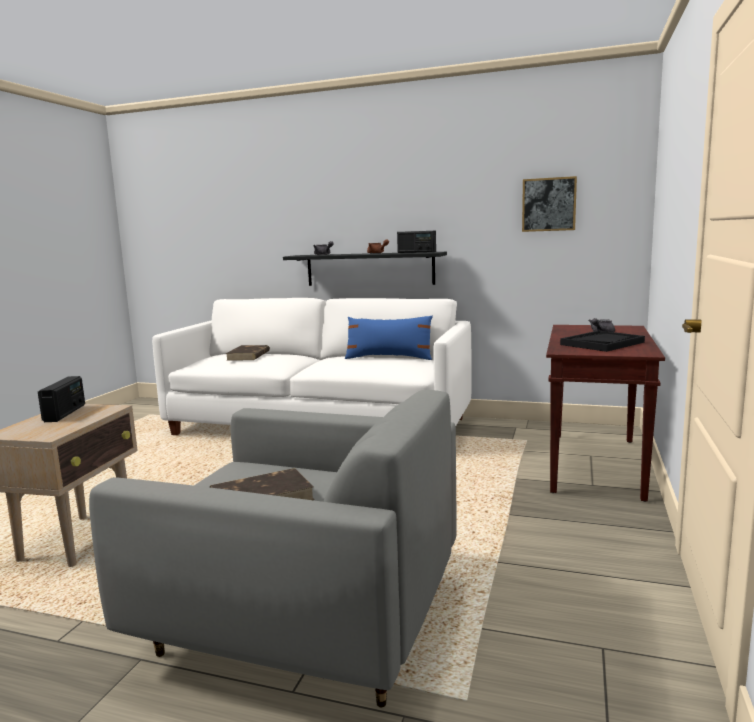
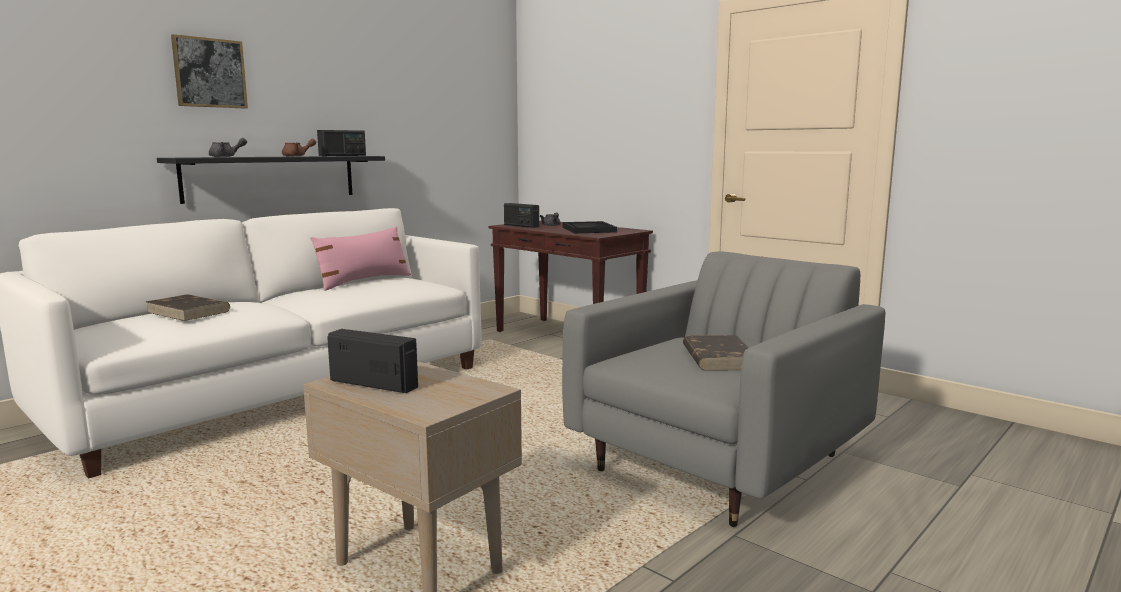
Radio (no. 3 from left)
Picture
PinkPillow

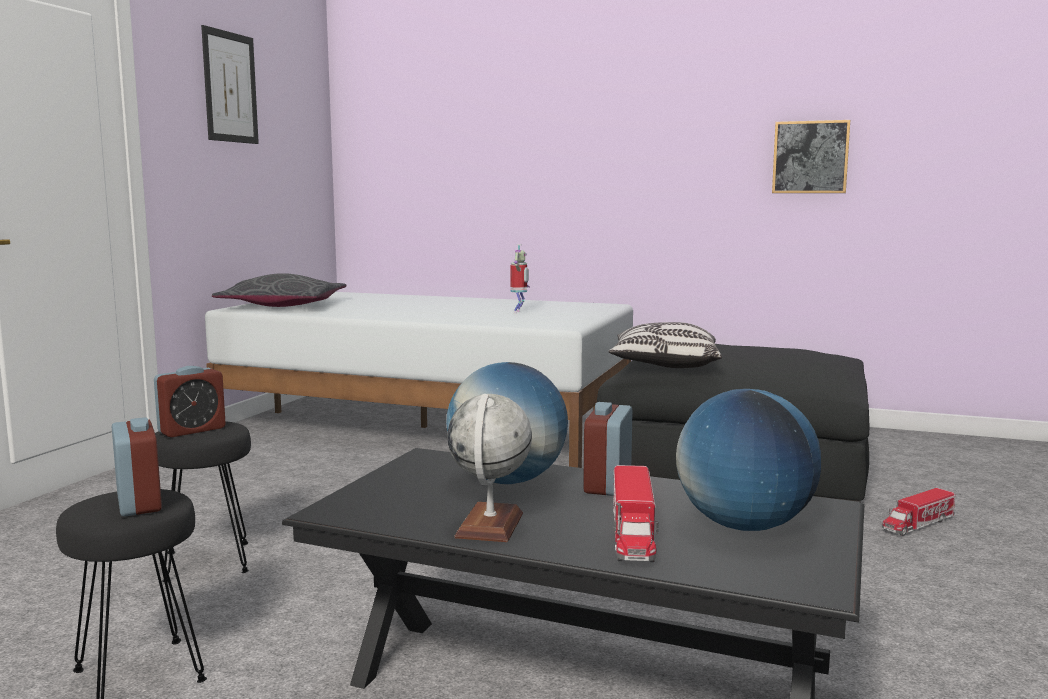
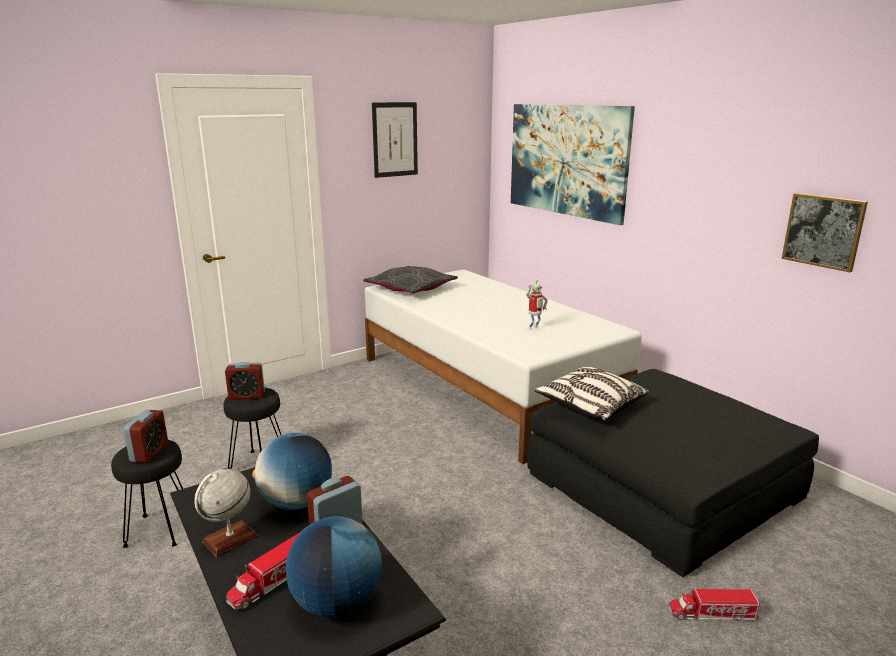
Picture (no. 2 from left)

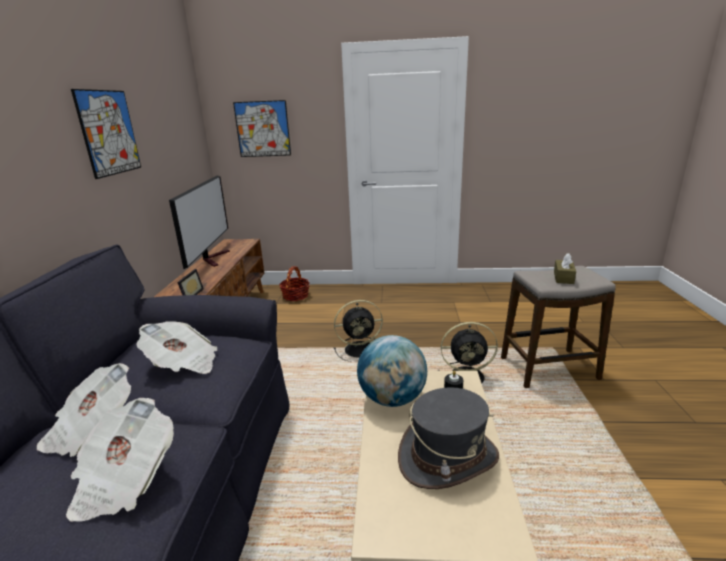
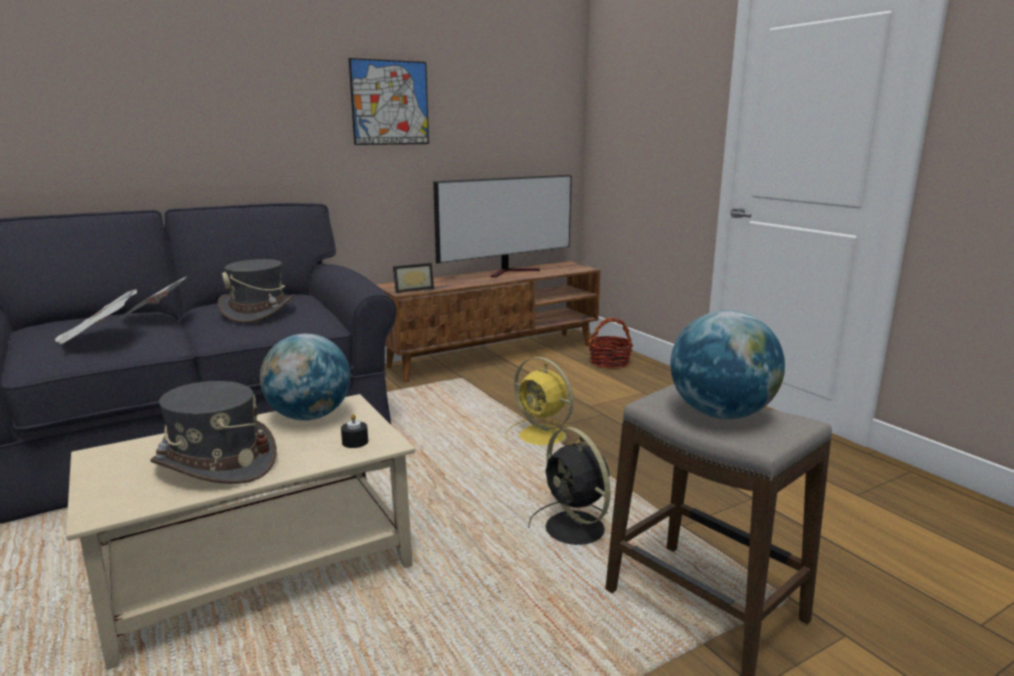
Picture (no. 2 from left in the first image)
GreyHat (no. 2 from left)
Globe (no. 2 from left)
YellowFan

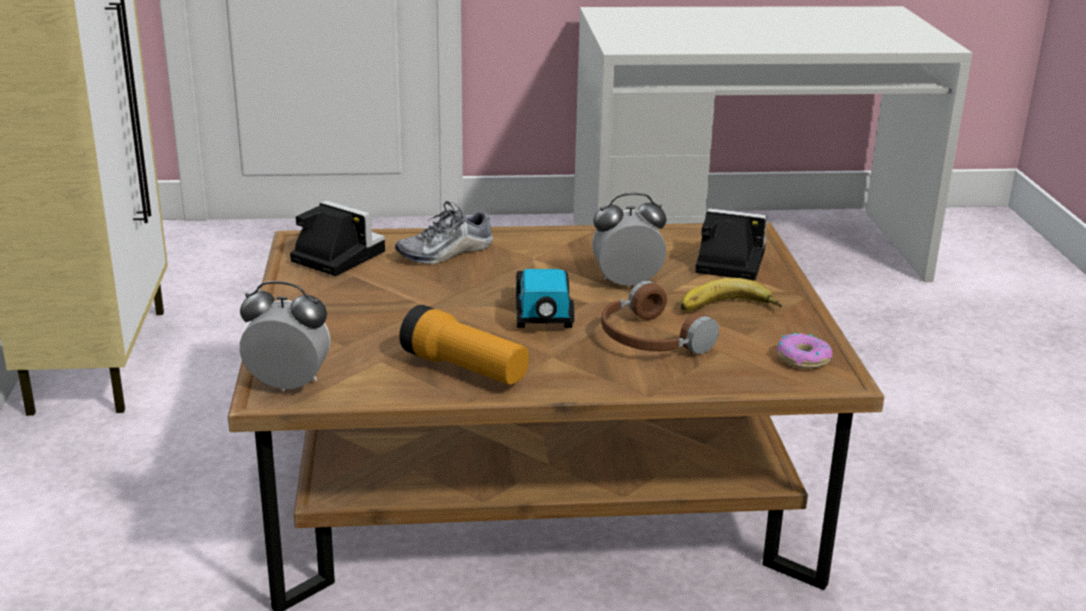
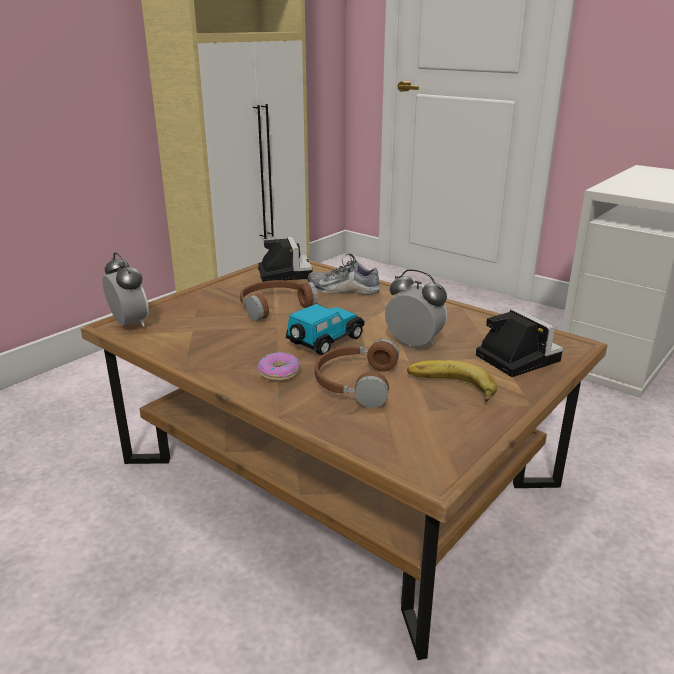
Flashlight
BrownHeadphones (no. 1 from left)
Donut

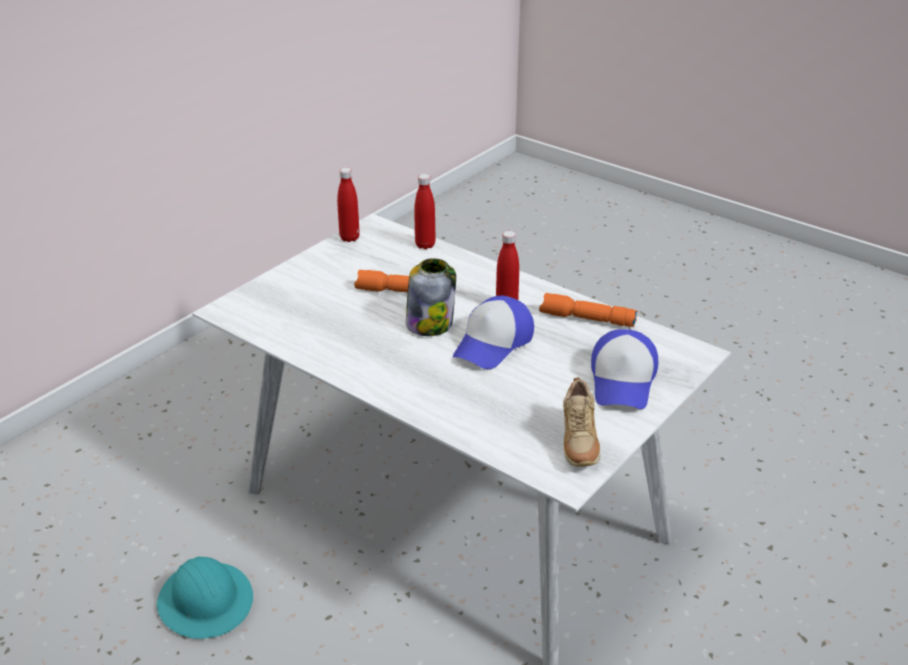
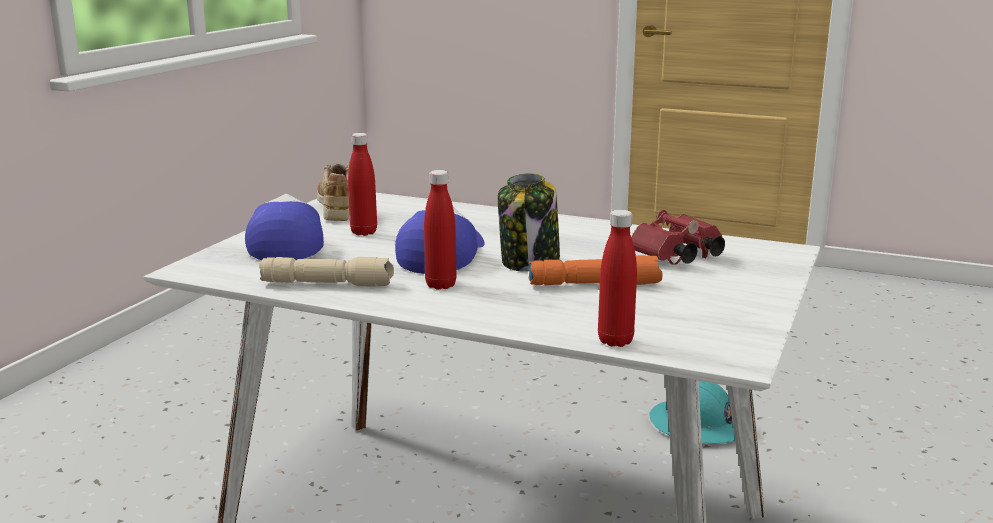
RedBinoculars
RedBottle (no. 1 from left)
BeigeFlashlight

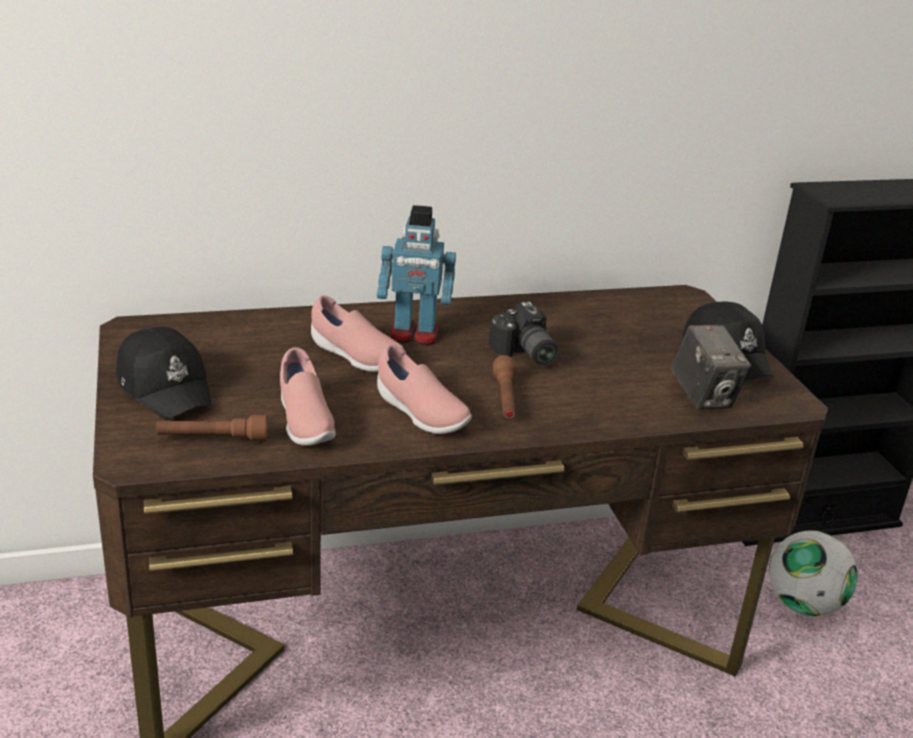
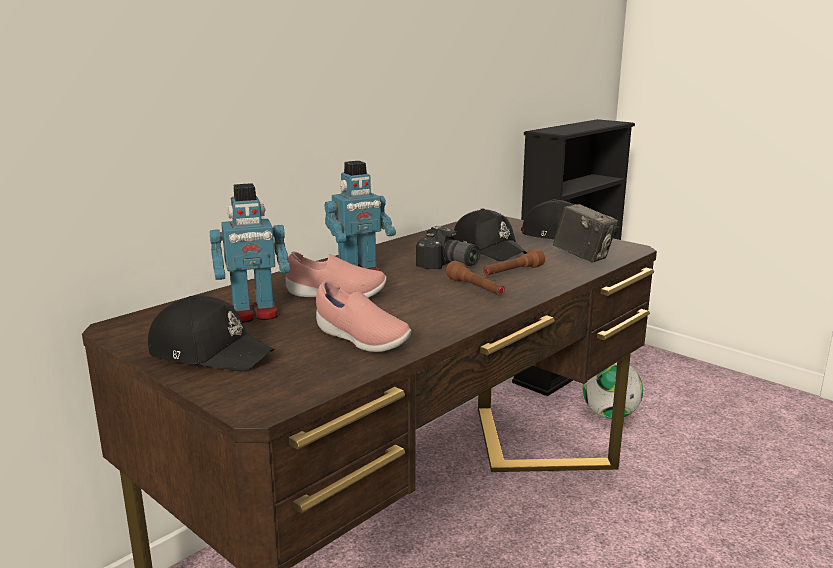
PinkShoe (no. 3 from left in the first image)
ToyRobot (no. 1 from left)
BlackCap (no. 2 from left)
BrownFlashlight (no. 2 from left)

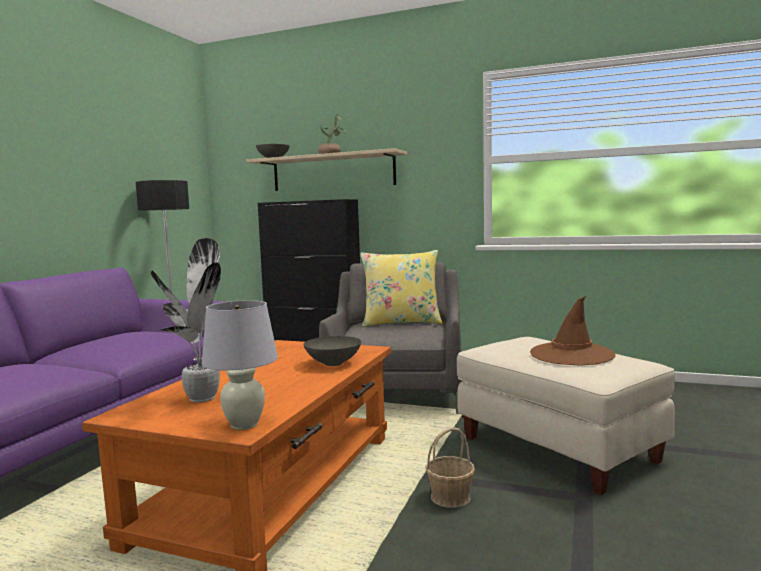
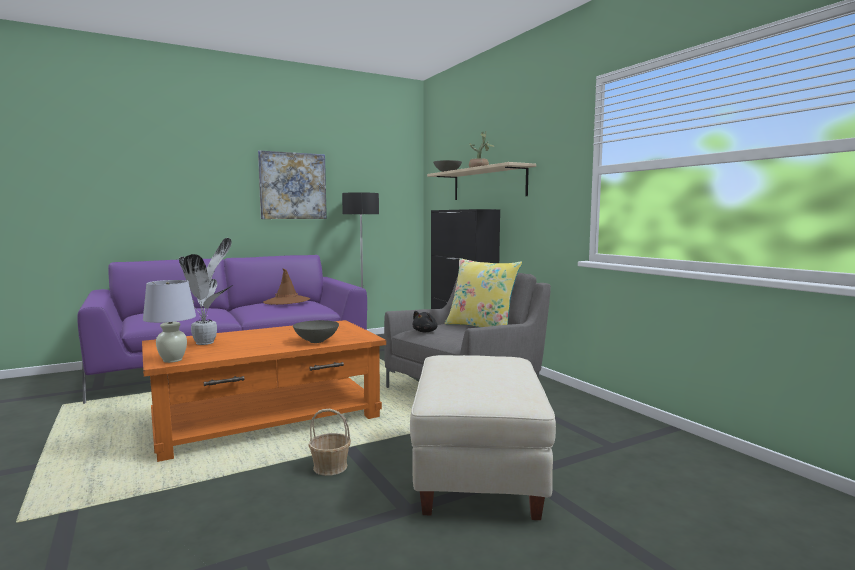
Picture
BlackPlushToy
BrownHat

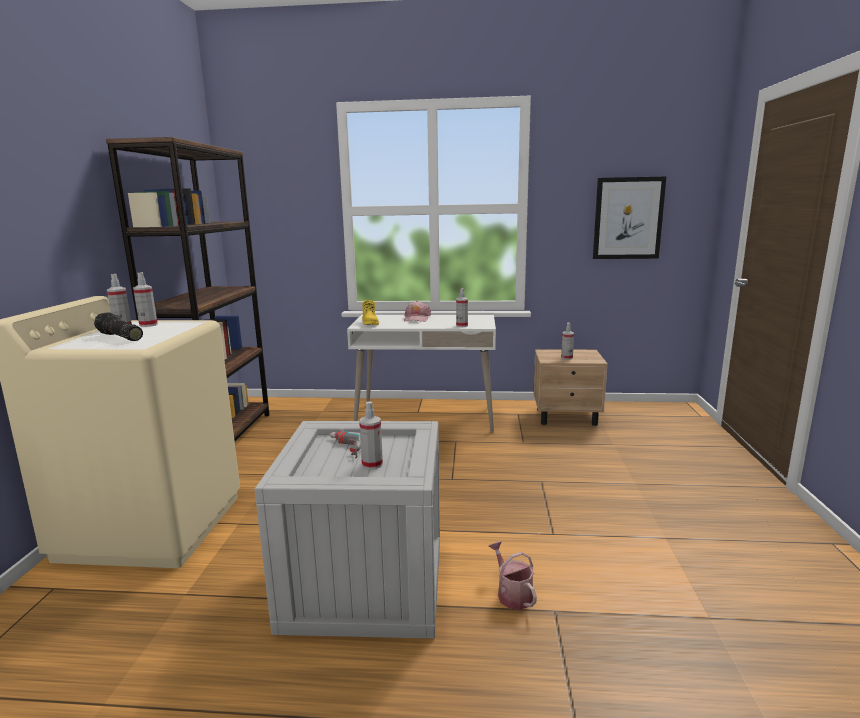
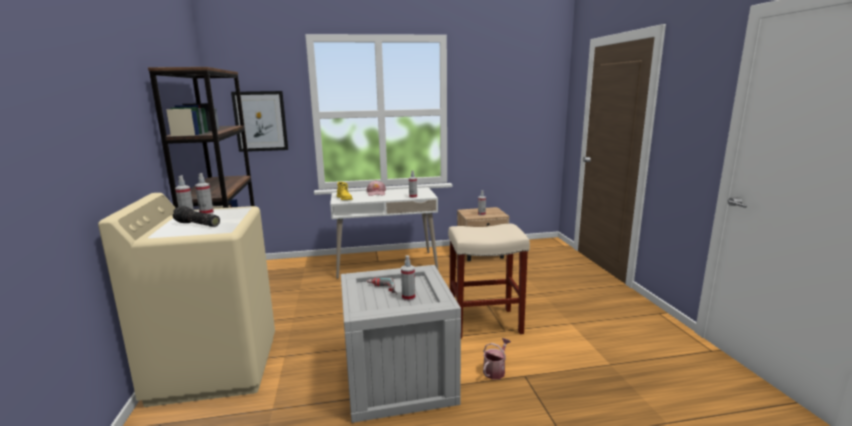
BeigeStool
Picture
WateringCan

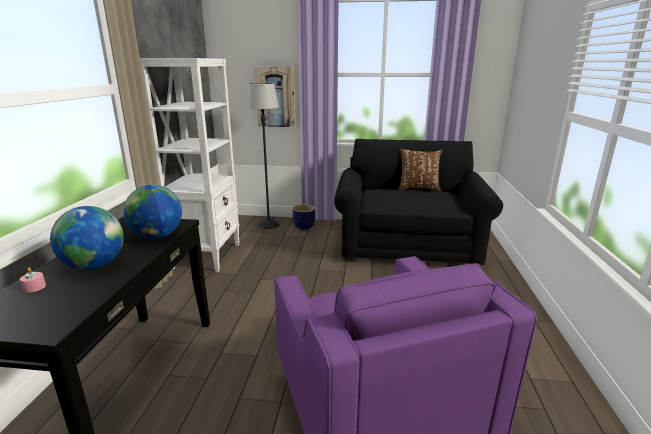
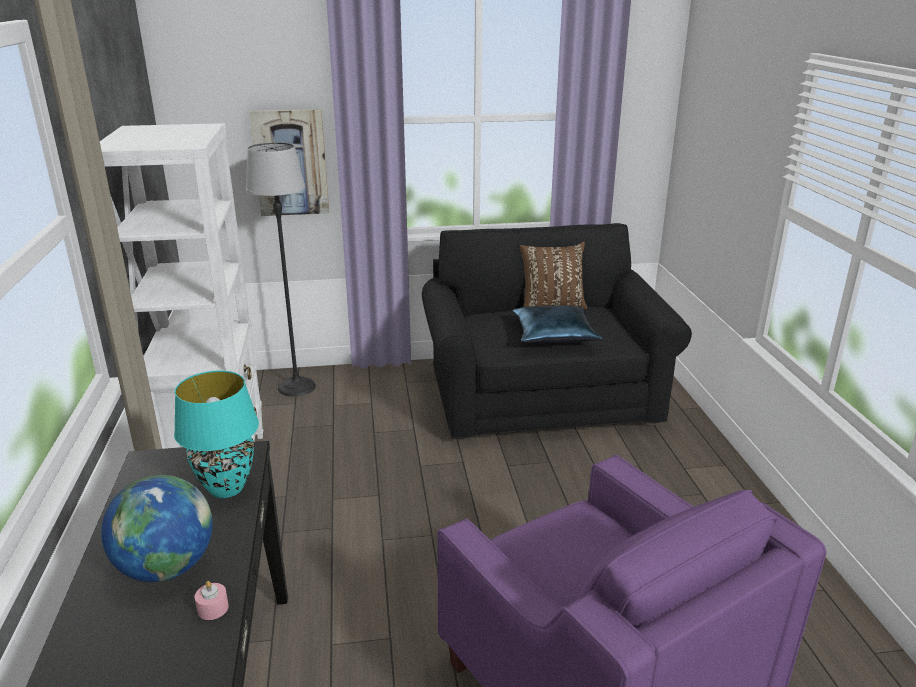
Planter
BluePillow
PinkCandle
TurquoiseTableLamp

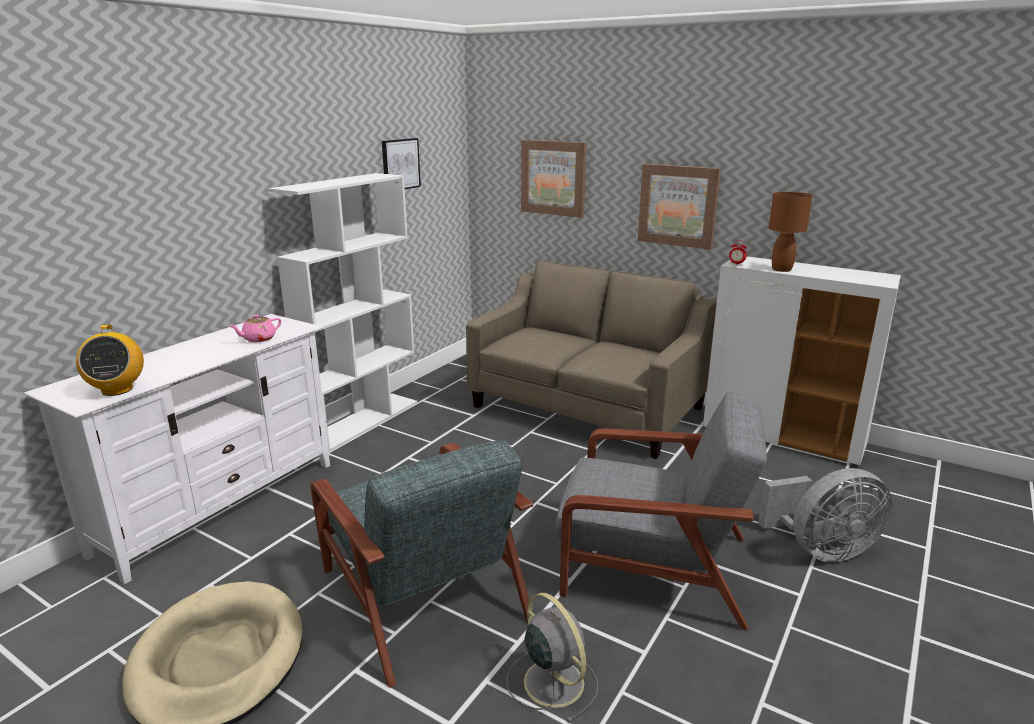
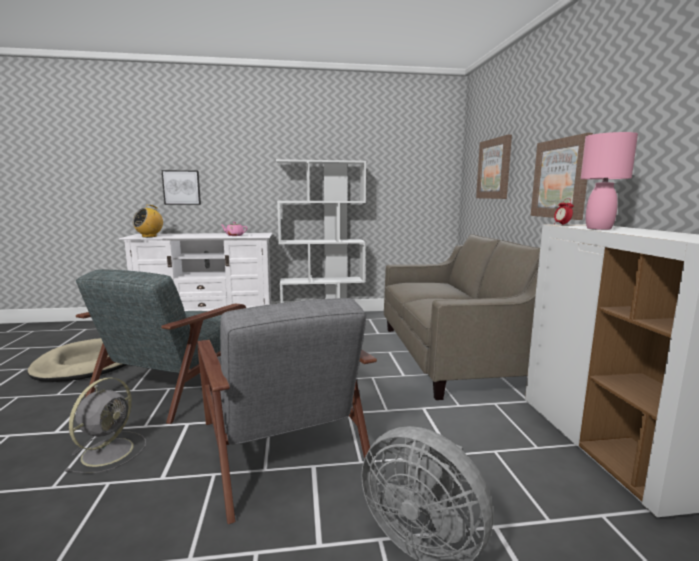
Picture (no. 1 from left)
PinkTableLamp

